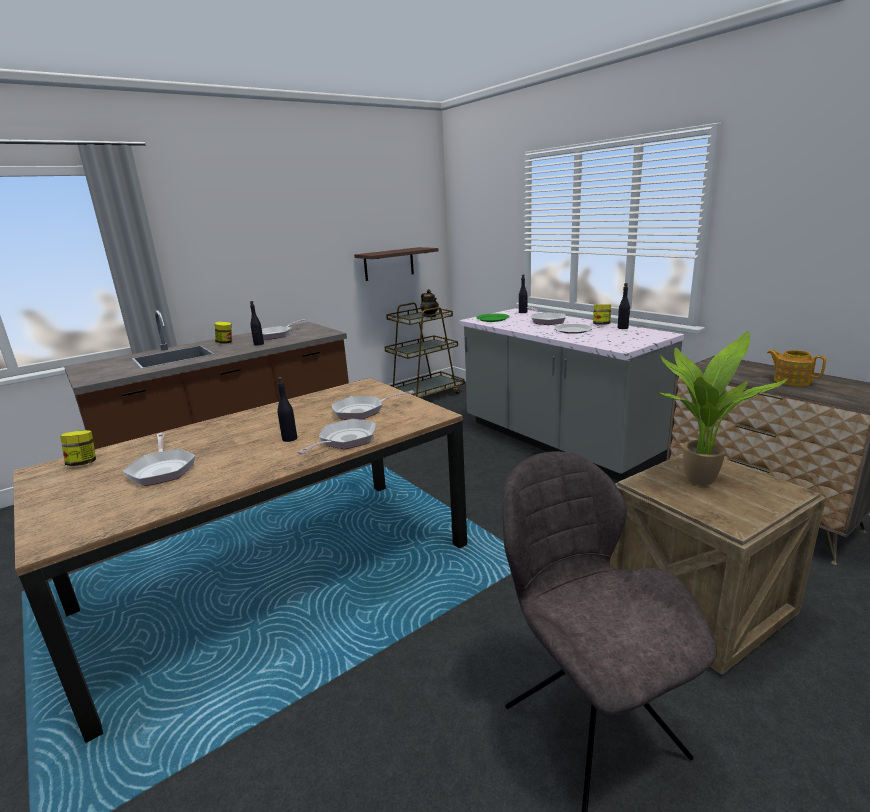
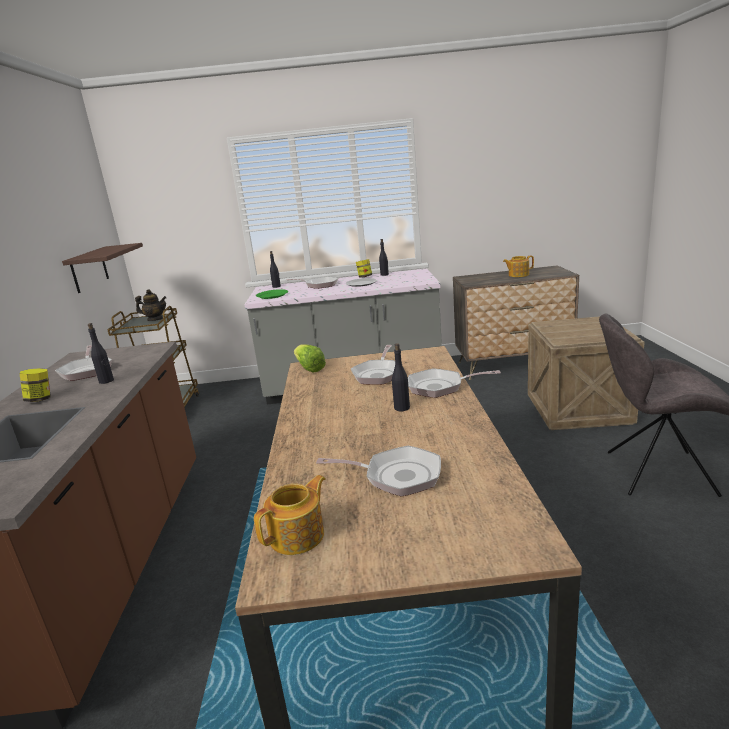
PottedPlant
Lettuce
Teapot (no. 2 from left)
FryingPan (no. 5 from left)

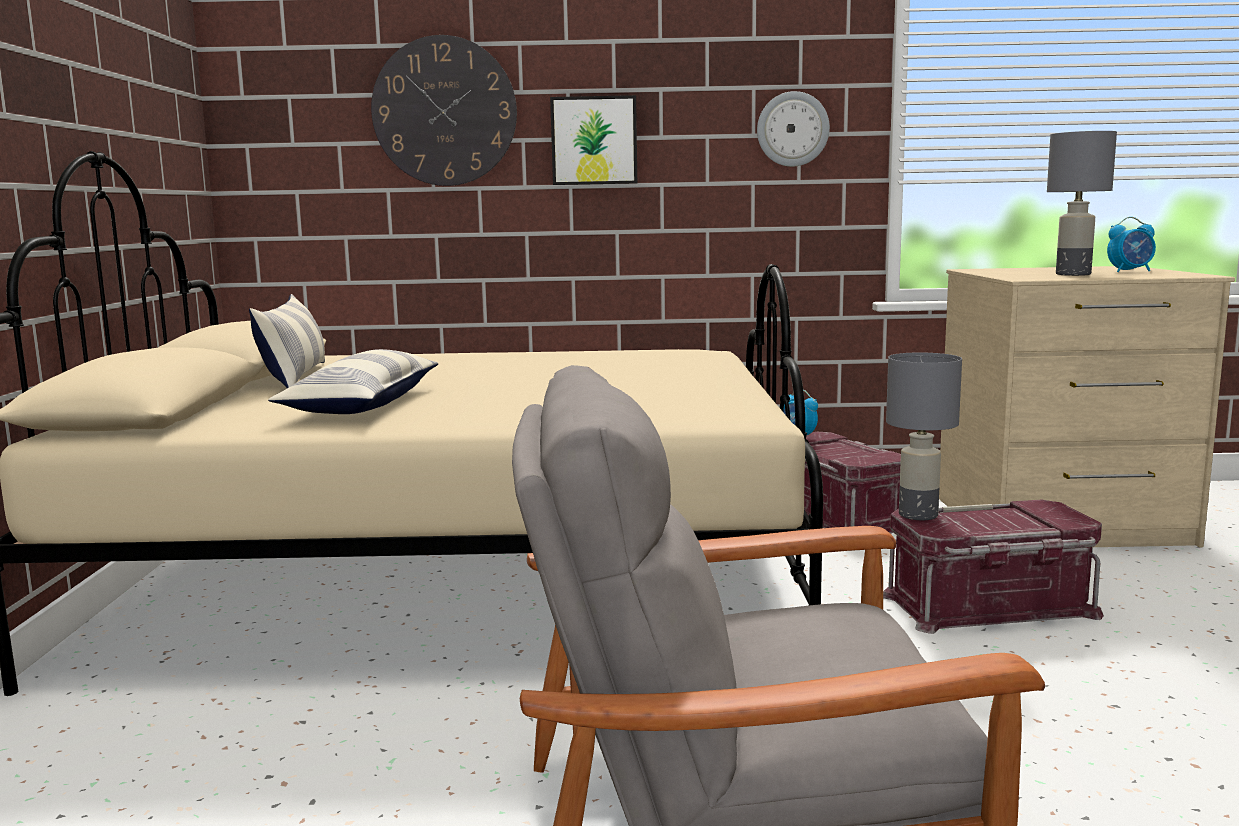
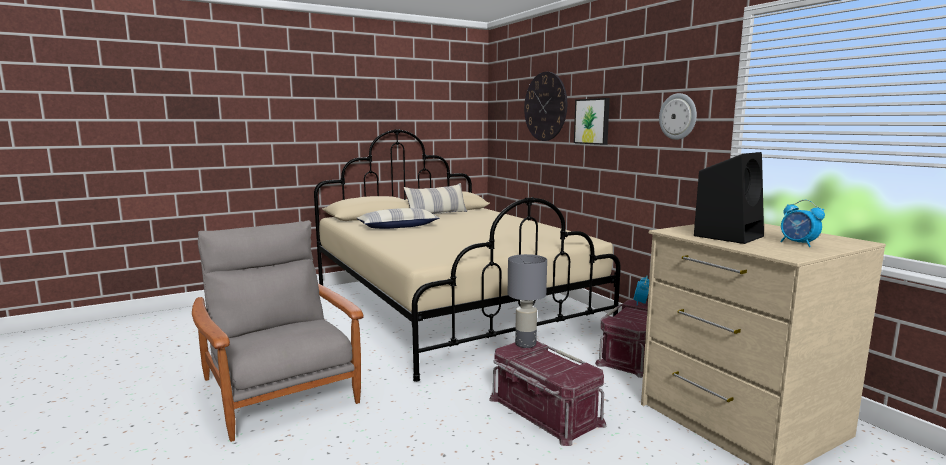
BlackSpeaker

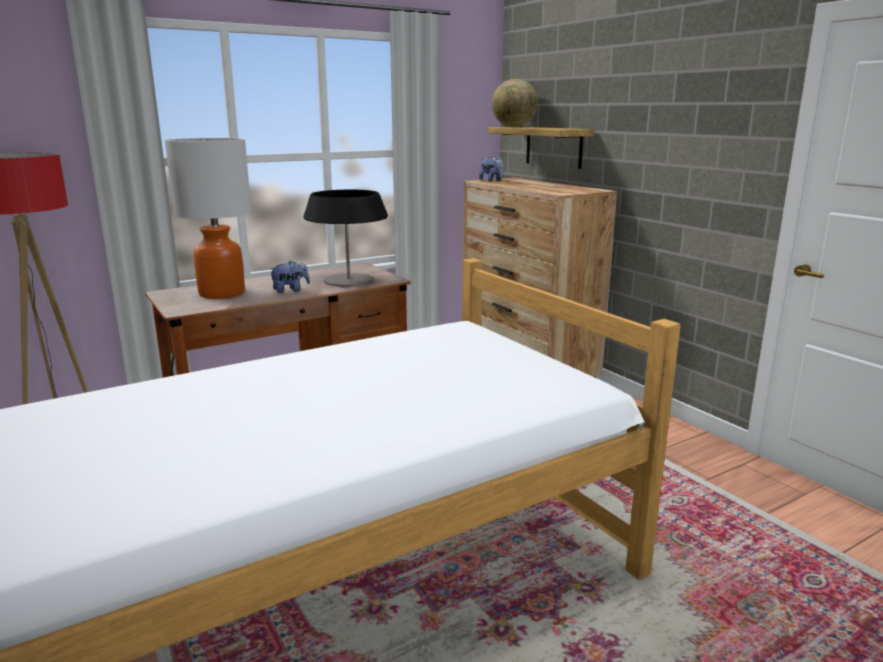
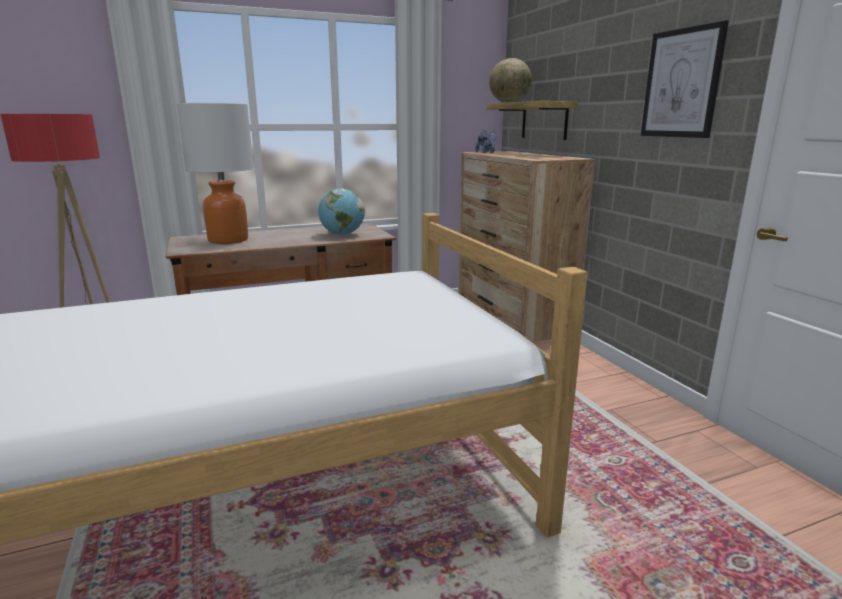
PlushToy (no. 1 from left in the first image)
Picture
Globe (no. 1 from left)

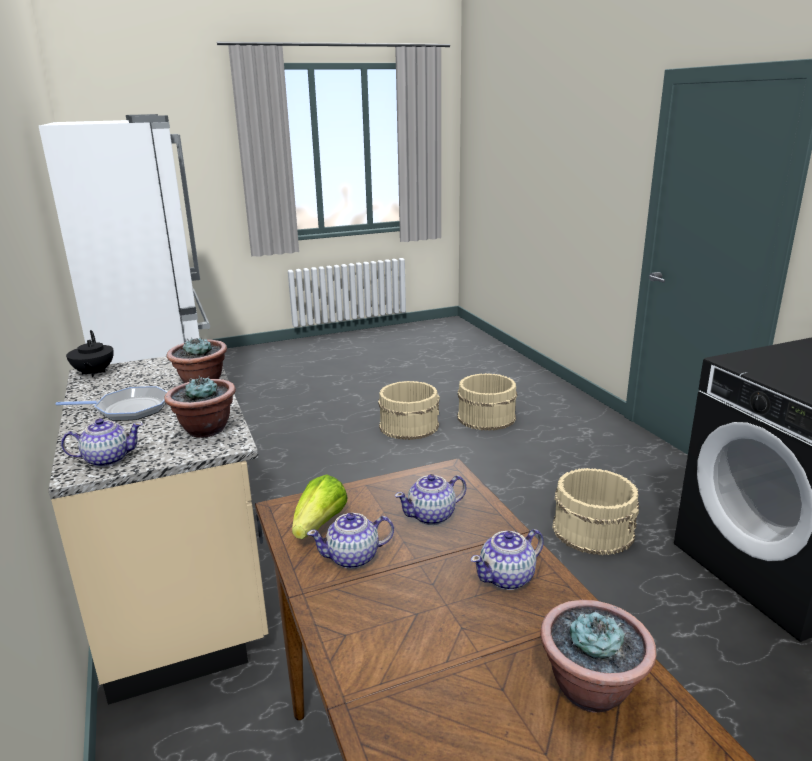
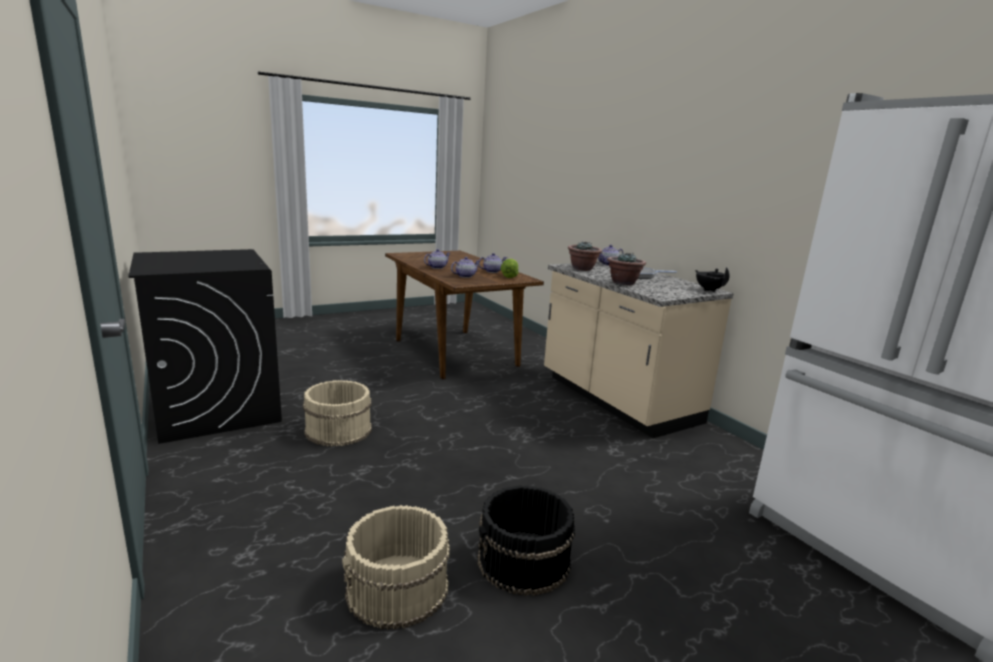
PottedPlant (no. 3 from left in the first image)
BlackBucket

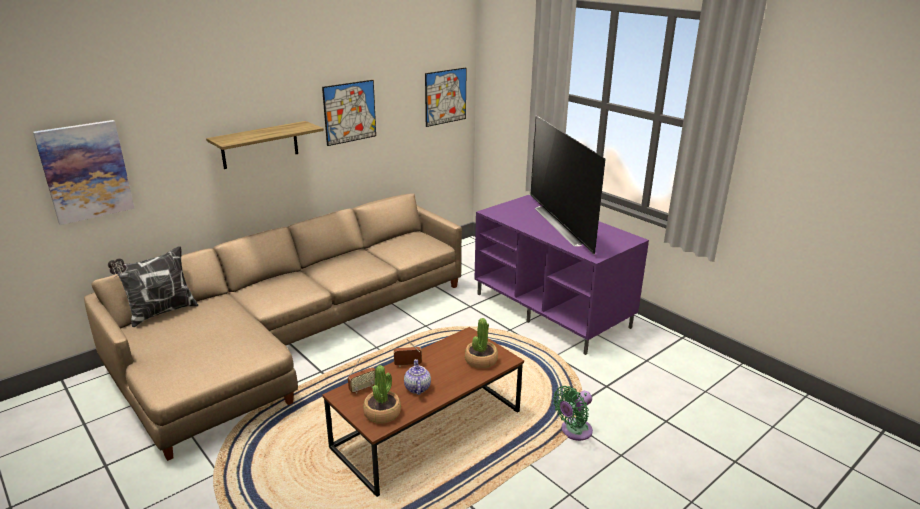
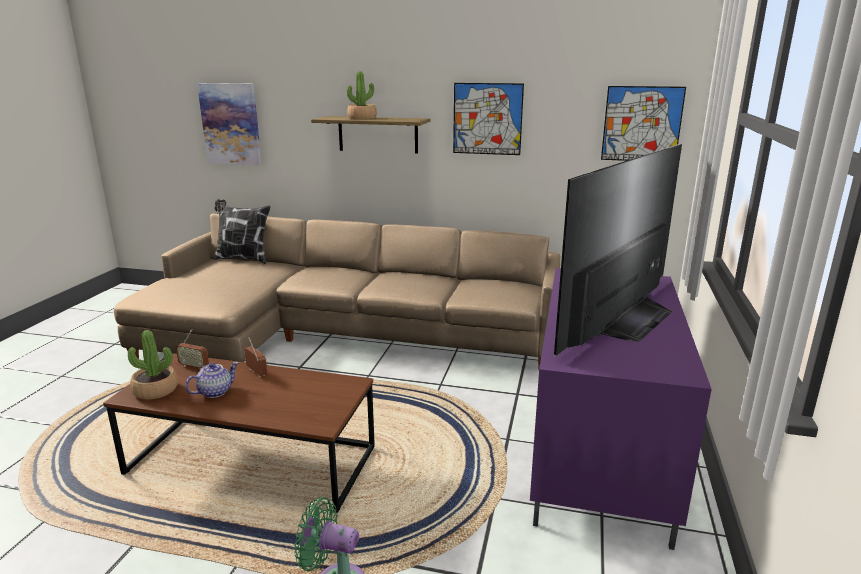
PottedPlant (no. 2 from left)

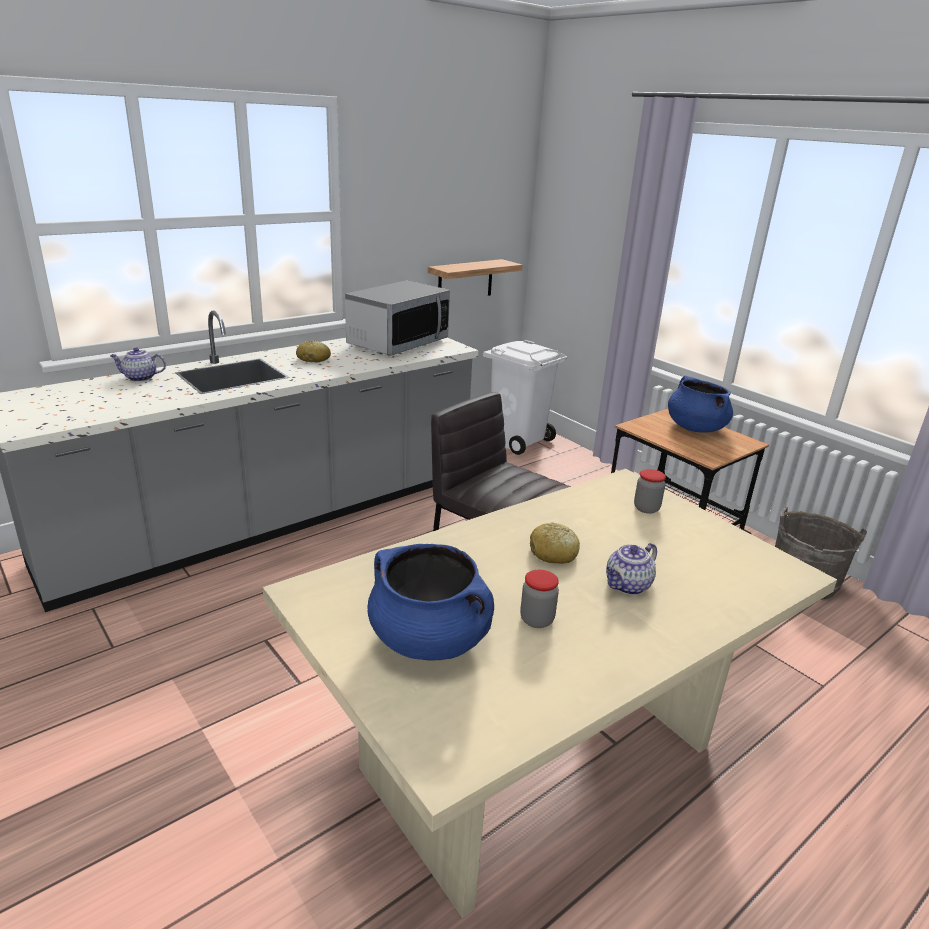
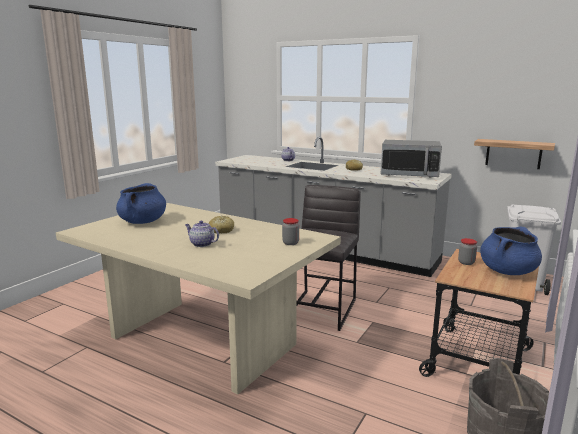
Jar (no. 2 from left)

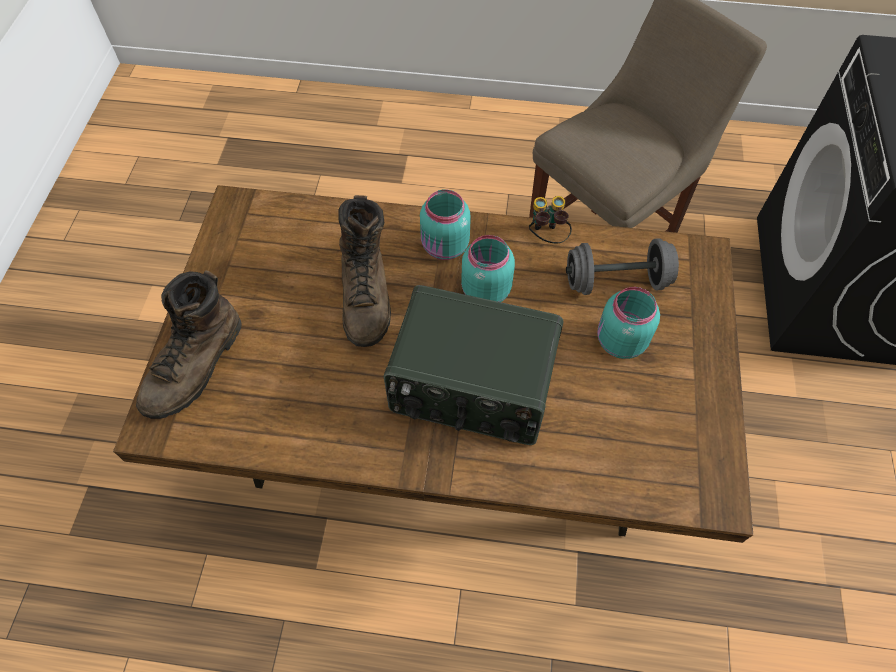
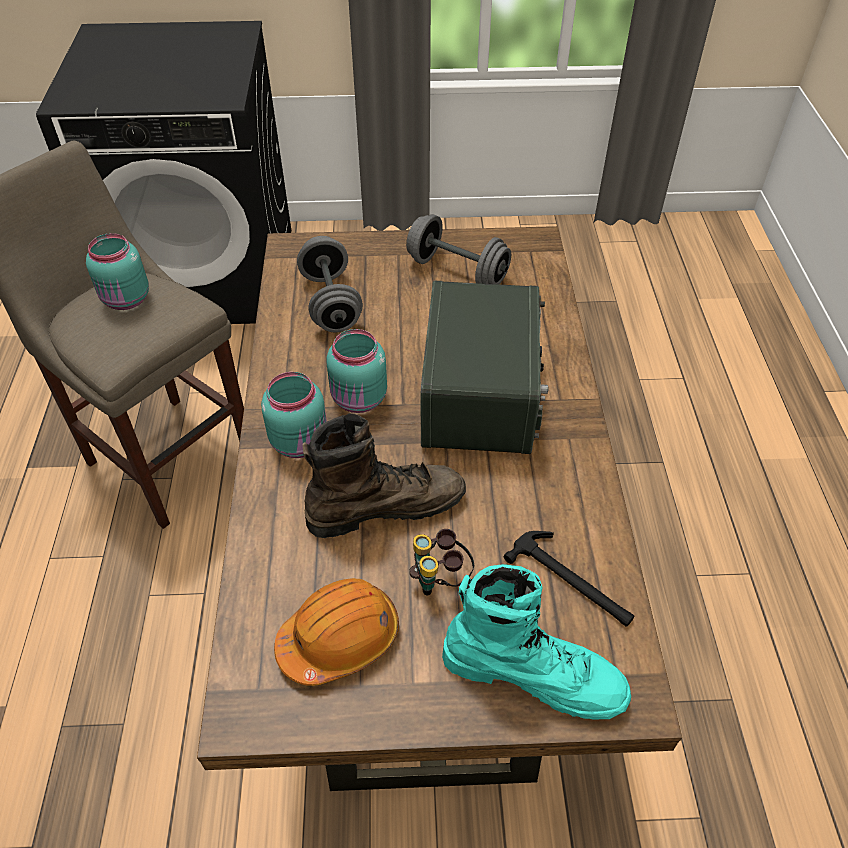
OrangeHardHat
GreyDumbbell (no. 2 from left)
Hammer
Binoculars
TurquoiseJar (no. 1 from left)
TurquoiseBoot

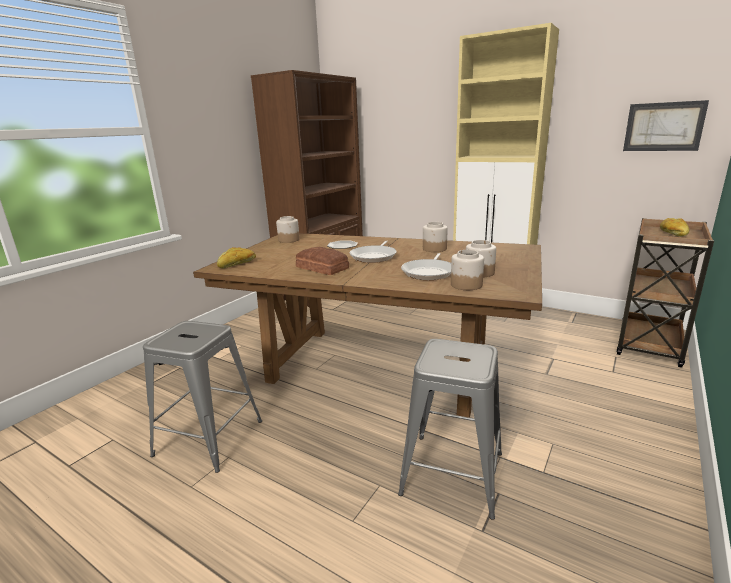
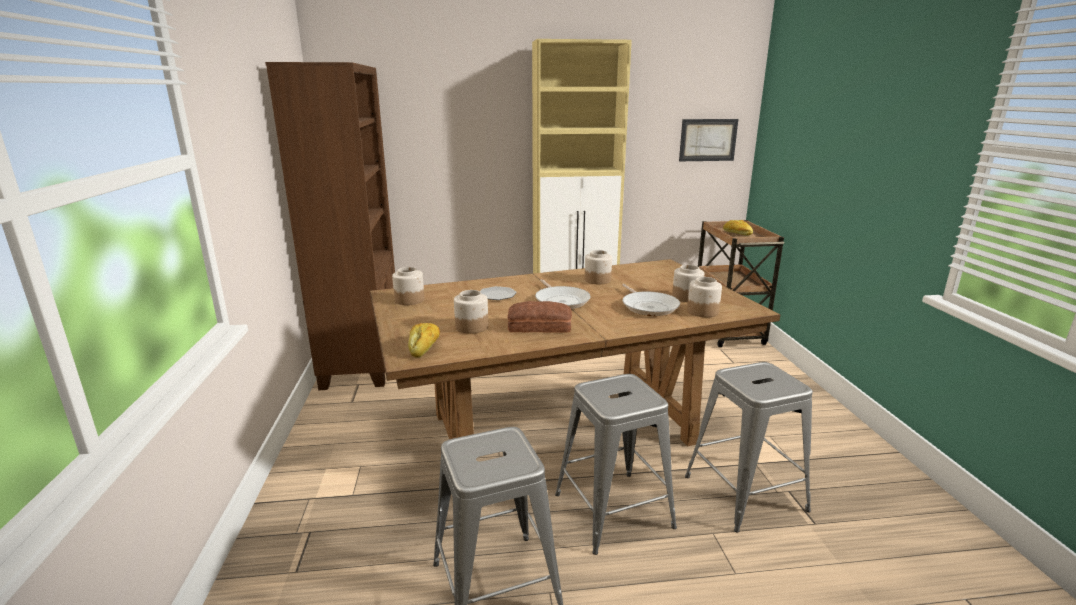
Jar (no. 2 from left)
GreyStool (no. 2 from left)

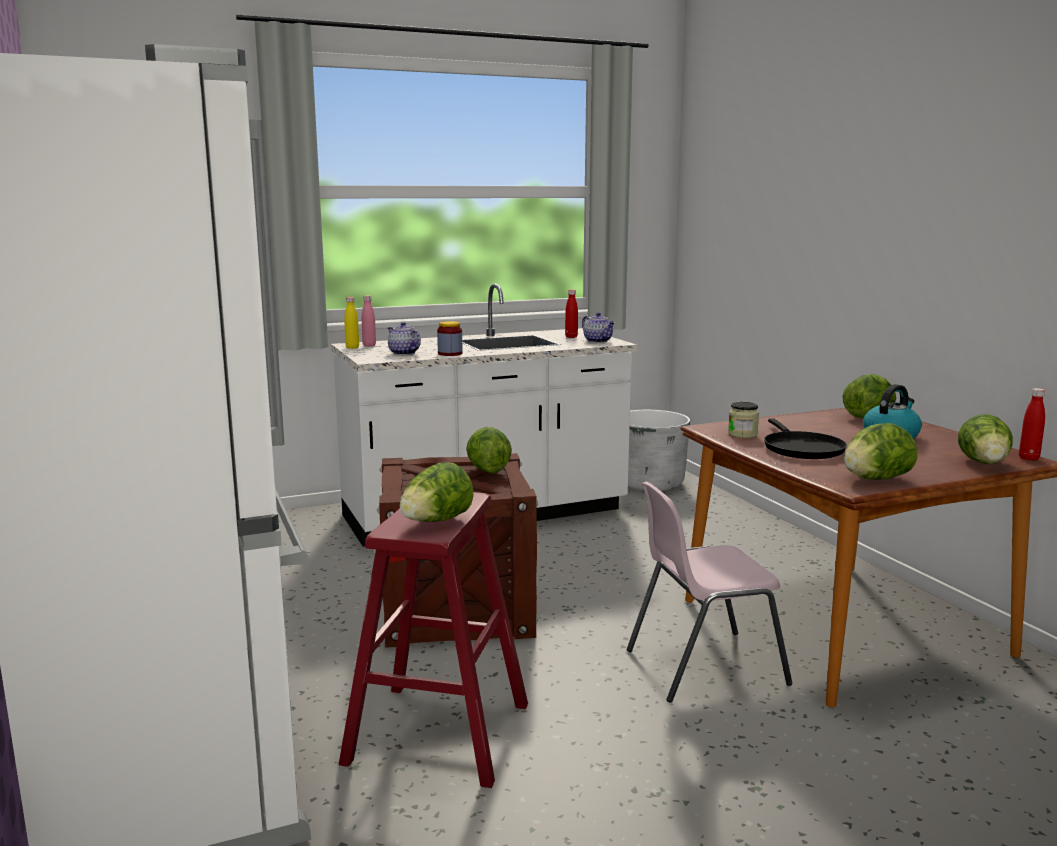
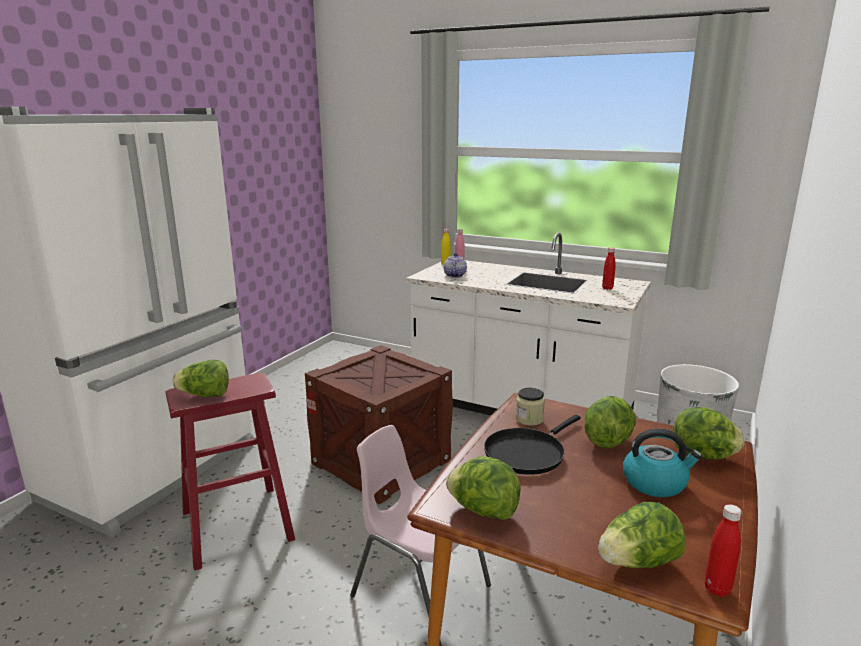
Jar (no. 1 from left in the first image)
Teapot (no. 2 from left in the first image)
Lettuce (no. 3 from left)

